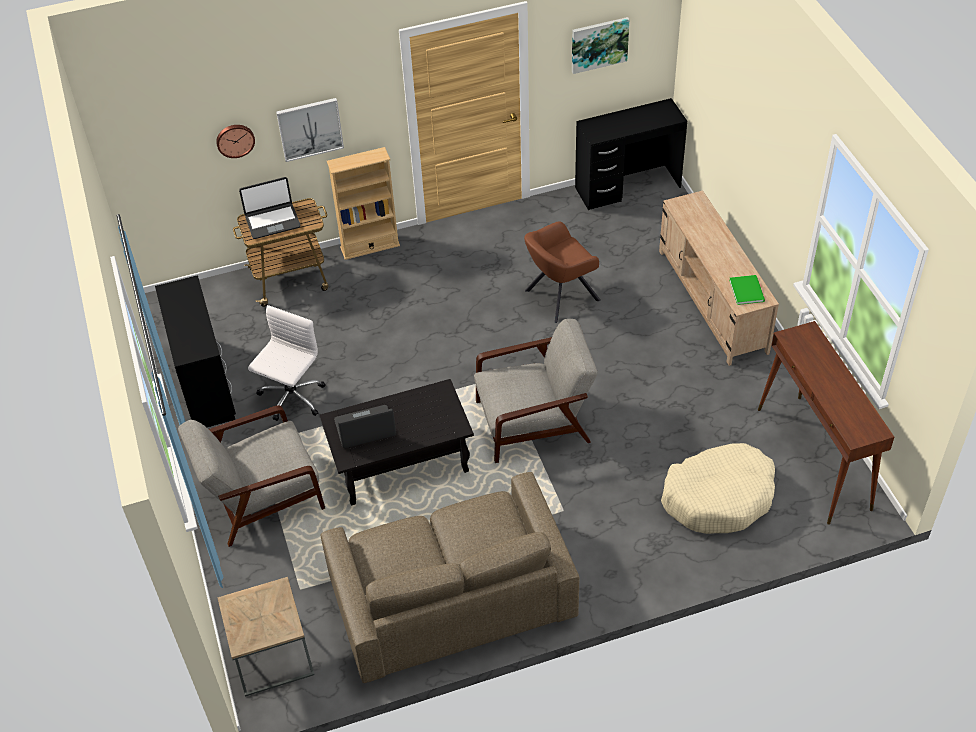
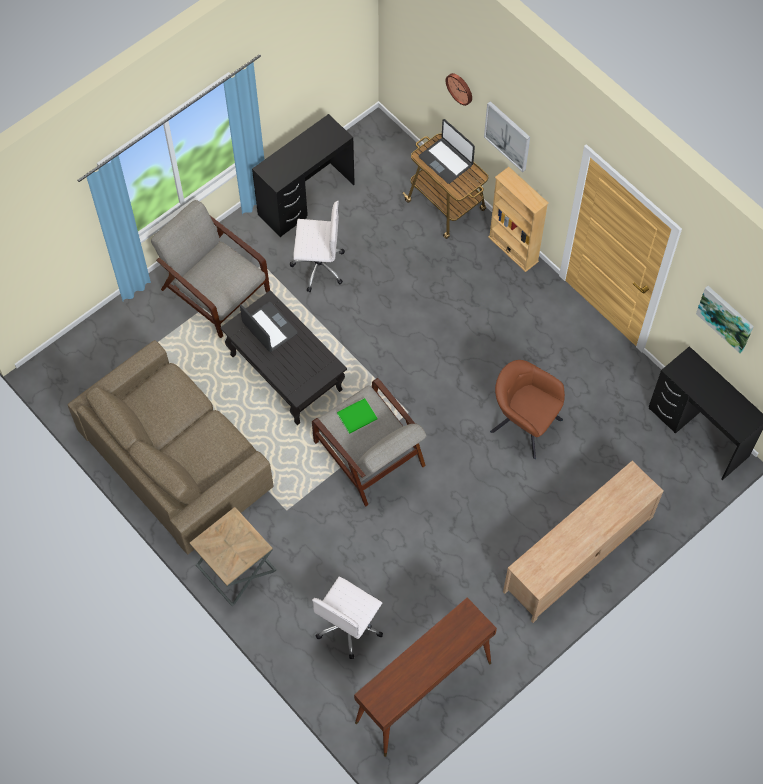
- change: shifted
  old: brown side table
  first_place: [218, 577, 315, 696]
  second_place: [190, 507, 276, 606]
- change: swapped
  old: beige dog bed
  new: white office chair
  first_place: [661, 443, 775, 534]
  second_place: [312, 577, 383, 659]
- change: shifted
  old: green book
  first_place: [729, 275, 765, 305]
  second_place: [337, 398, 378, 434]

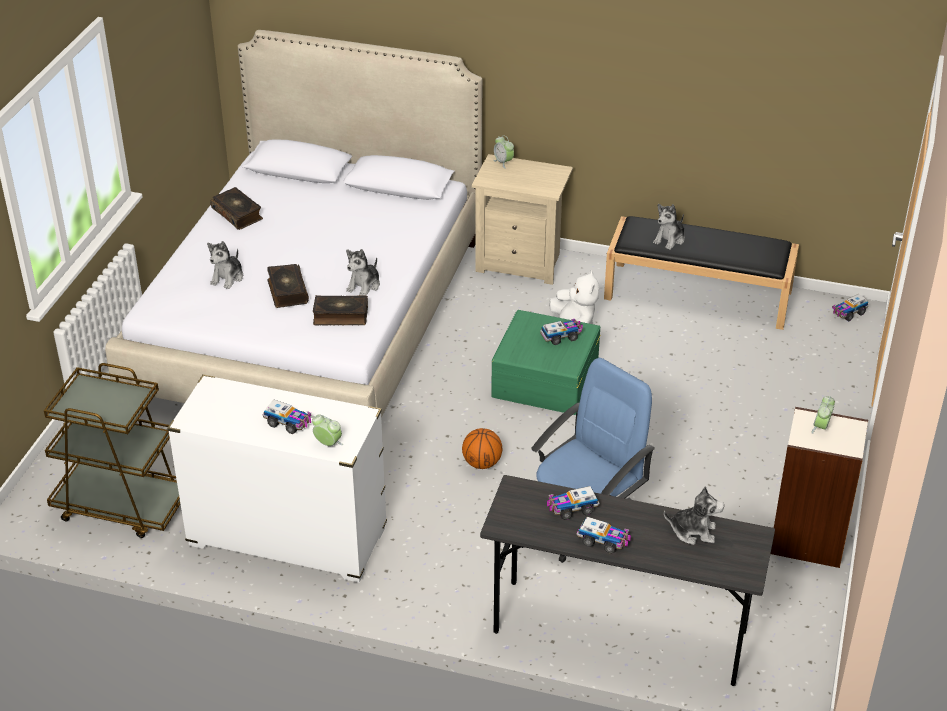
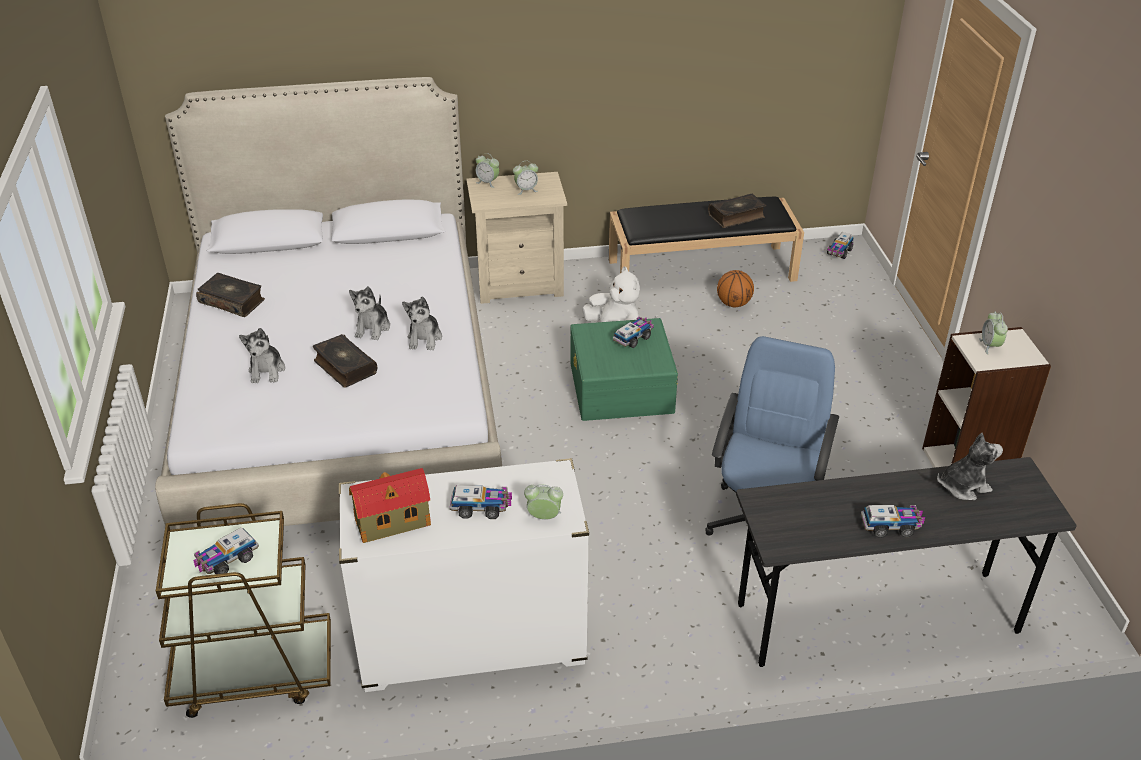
- change: shifted
  old: toy truck
  first_place: [547, 486, 600, 520]
  second_place: [193, 527, 259, 574]
- change: shifted
  old: plush toy
  first_place: [653, 204, 685, 250]
  second_place: [349, 286, 390, 340]
- change: new
  new: toy house
  second_place: [349, 468, 431, 543]
- change: new
  new: alarm clock
  second_place: [513, 161, 538, 195]
- change: shifted
  old: book
  first_place: [312, 295, 368, 326]
  second_place: [708, 194, 766, 228]
- change: shifted
  old: basketball
  first_place: [462, 428, 502, 469]
  second_place: [717, 270, 754, 307]

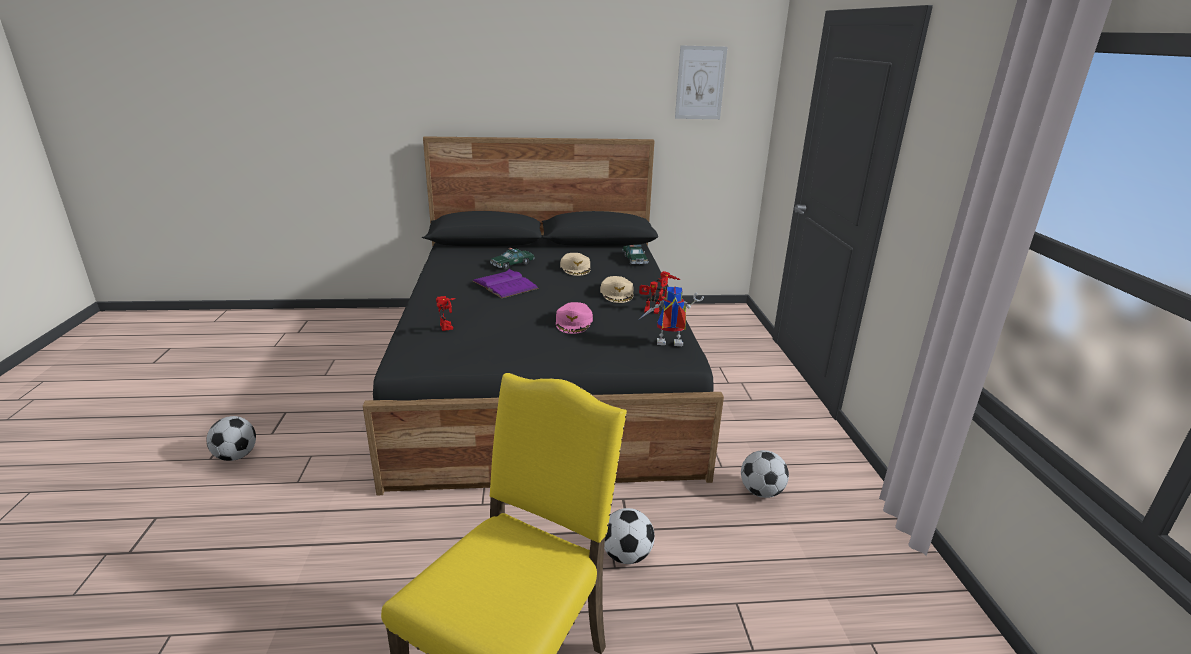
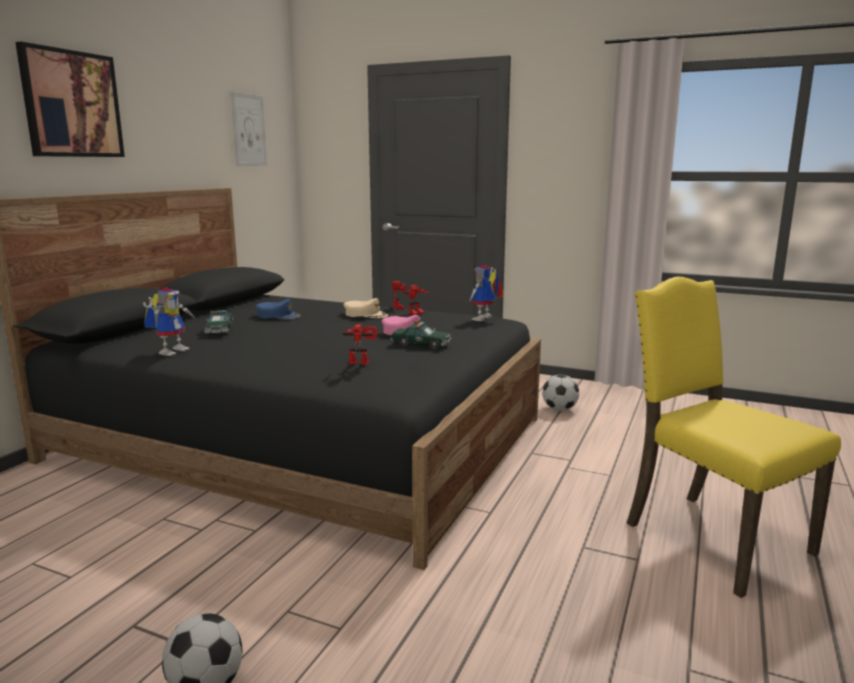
- change: new
  new: picture
  second_place: [15, 41, 125, 157]
- change: new
  new: toy robot
  second_place: [143, 287, 196, 356]
- change: repainted
  old: beige cap
  new: blue cap
  first_place: [560, 253, 591, 276]
  second_place: [255, 299, 301, 319]
- change: shifted
  old: toy car
  first_place: [622, 245, 649, 265]
  second_place: [390, 322, 452, 349]
- change: gone
  old: purple book
  first_place: [473, 269, 539, 298]
- change: gone
  old: football
  first_place: [604, 508, 655, 564]

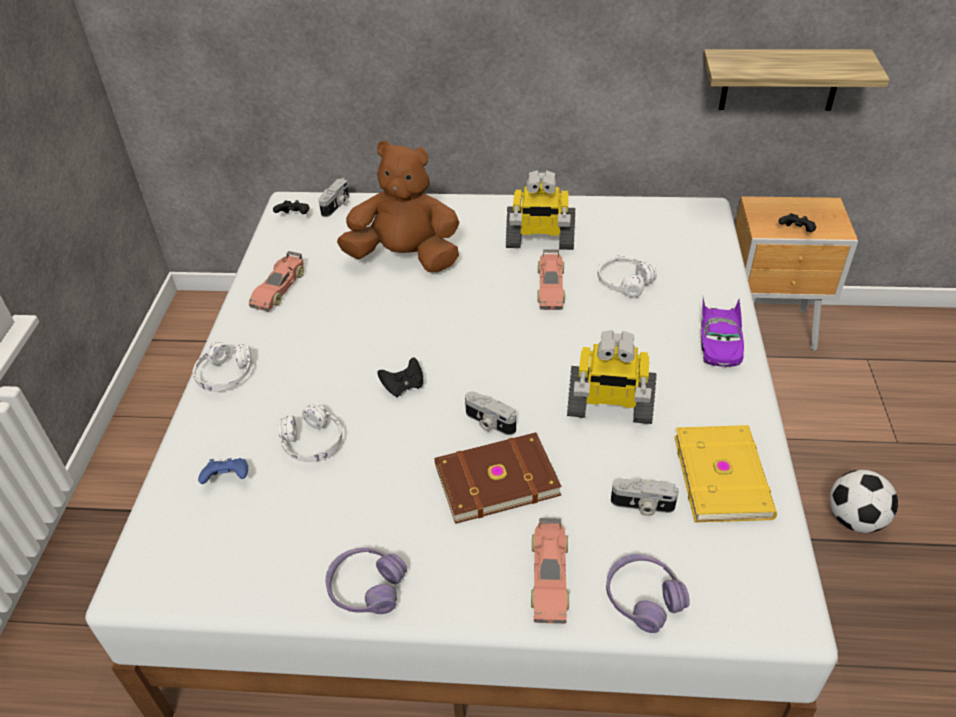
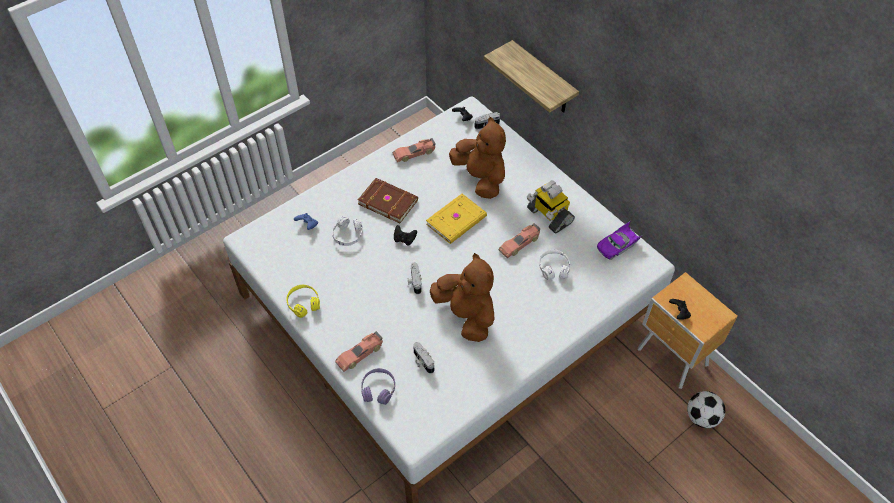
- change: repainted
  old: purple headphones
  new: yellow headphones
  first_place: [325, 548, 407, 614]
  second_place: [286, 285, 320, 318]
- change: shifted
  old: brown book
  first_place: [434, 432, 562, 524]
  second_place: [358, 178, 418, 223]
- change: shifted
  old: yellow book
  first_place: [674, 425, 777, 522]
  second_place: [426, 194, 487, 244]
- change: swapped
  old: toy robot
  new: brown plush toy
  first_place: [567, 330, 657, 424]
  second_place: [430, 253, 494, 342]
- change: shifted
  old: shelf
  first_place: [703, 49, 890, 111]
  second_place: [484, 40, 579, 113]
- change: shifted
  old: purple toy car
  first_place: [701, 298, 744, 367]
  second_place: [597, 221, 644, 260]
- change: shifted
  old: football
  first_place: [830, 470, 898, 533]
  second_place: [687, 391, 725, 428]
- change: gone
  old: white headphones
  first_place: [192, 341, 253, 392]

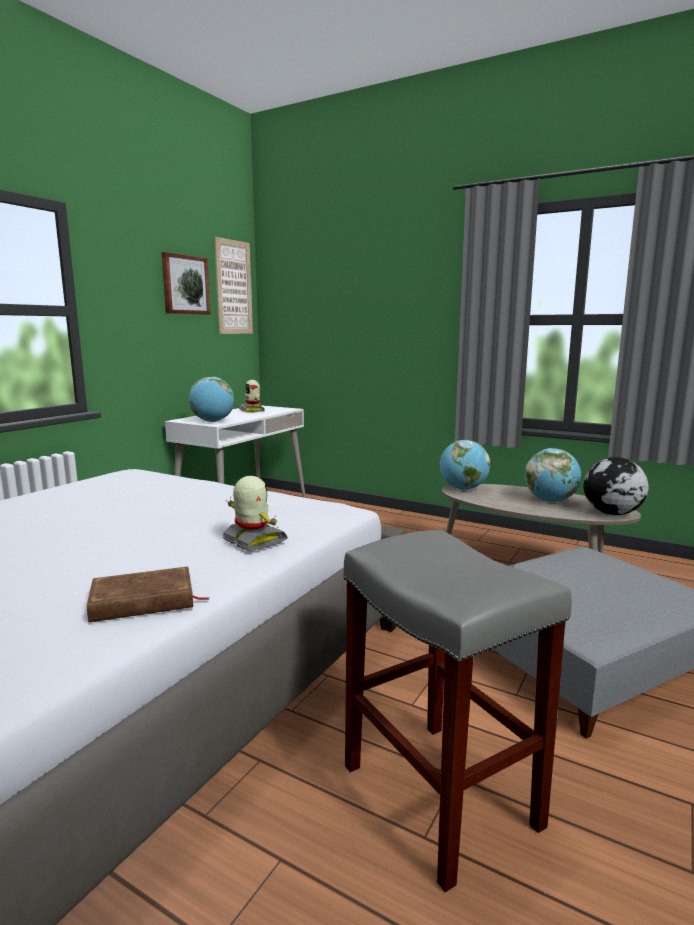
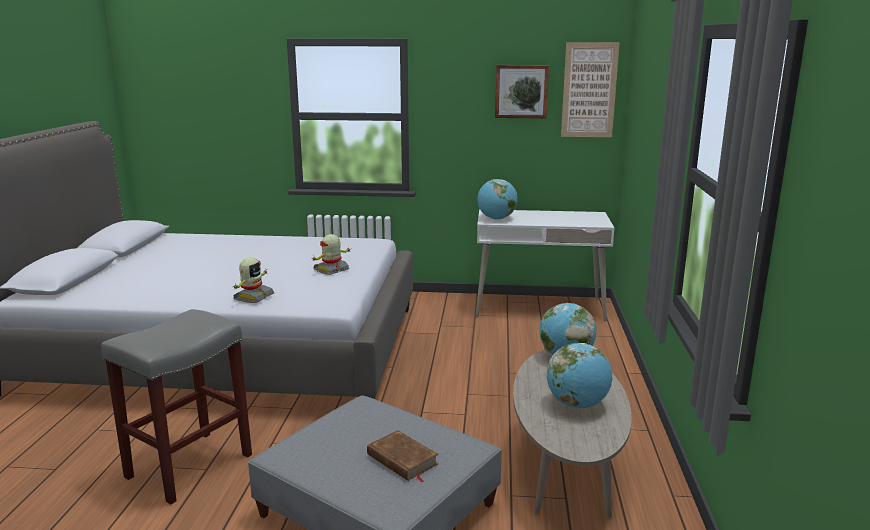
- change: shifted
  old: toy robot
  first_place: [239, 380, 264, 413]
  second_place: [312, 234, 350, 275]
- change: shifted
  old: brown book
  first_place: [87, 567, 210, 622]
  second_place: [367, 430, 438, 483]
- change: gone
  old: globe
  first_place: [583, 457, 648, 515]

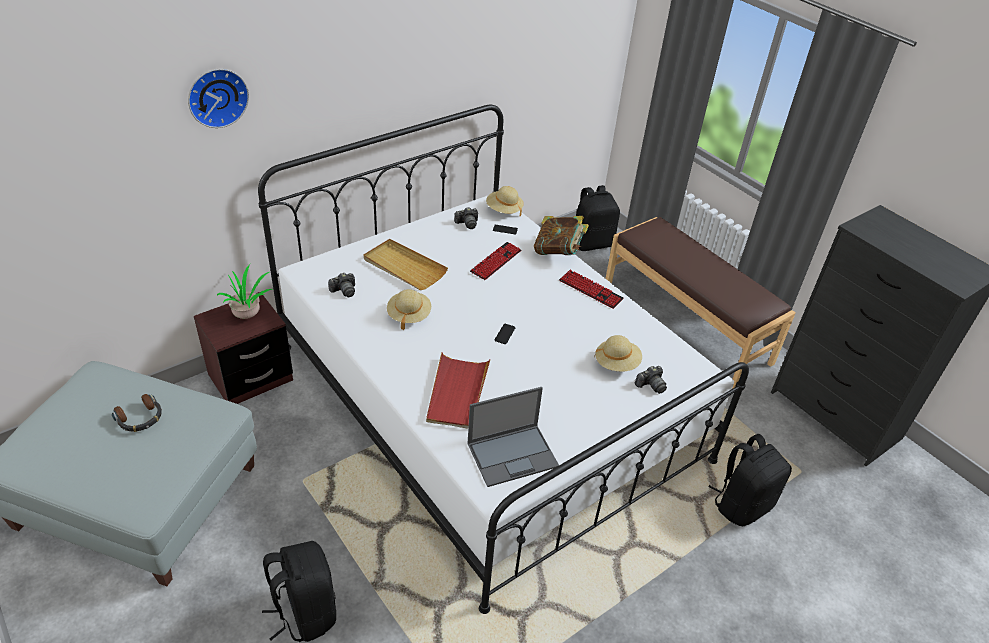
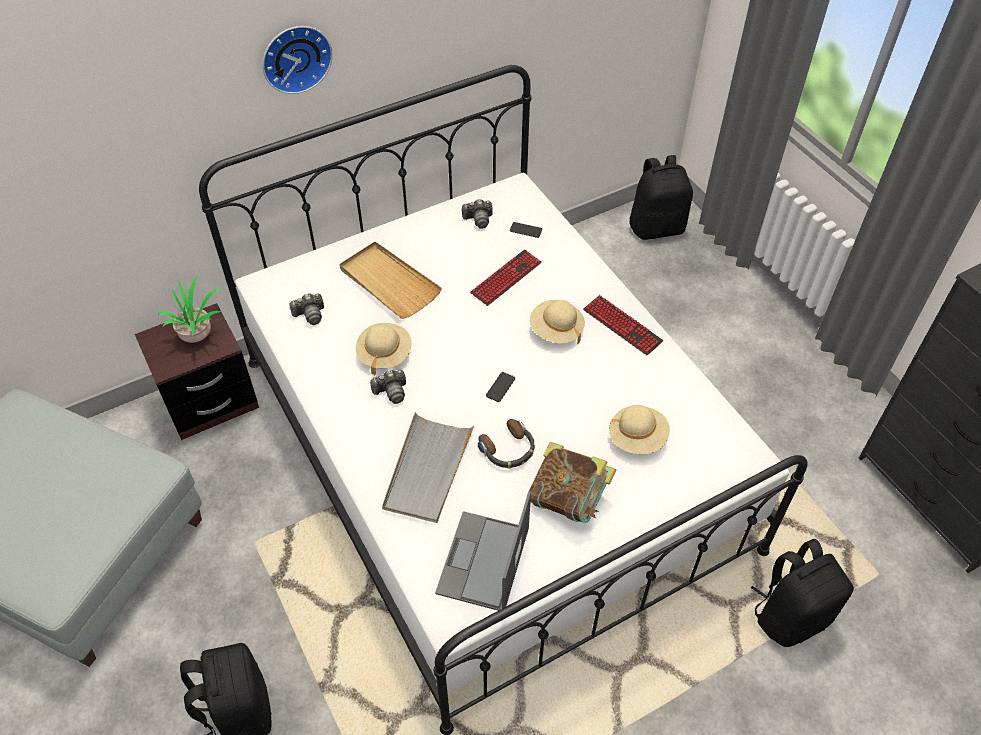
- change: shifted
  old: wall clock
  first_place: [188, 69, 249, 128]
  second_place: [262, 26, 333, 94]
- change: shifted
  old: photo camera
  first_place: [635, 366, 667, 394]
  second_place: [370, 370, 406, 404]
- change: repainted
  old: red tray
  new: grey tray
  first_place: [426, 352, 491, 429]
  second_place: [382, 412, 474, 523]
- change: rotated
  old: laptop
  first_place: [467, 387, 559, 487]
  second_place: [435, 491, 531, 611]
  degrees: 120
- change: shifted
  old: headphones
  first_place: [112, 394, 162, 432]
  second_place: [478, 419, 535, 469]
- change: shifted
  old: book
  first_place: [534, 216, 589, 255]
  second_place: [529, 442, 616, 523]
- change: shifted
  old: beige hat
  first_place: [486, 186, 524, 217]
  second_place: [530, 300, 585, 344]
- change: gone
  old: brown bench
  first_place: [605, 217, 796, 389]

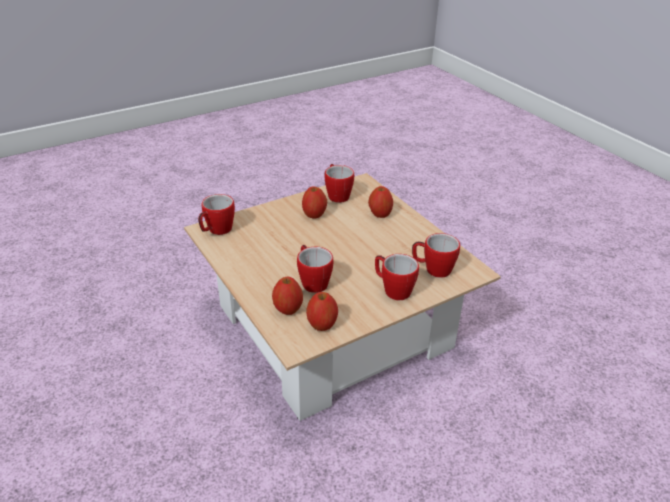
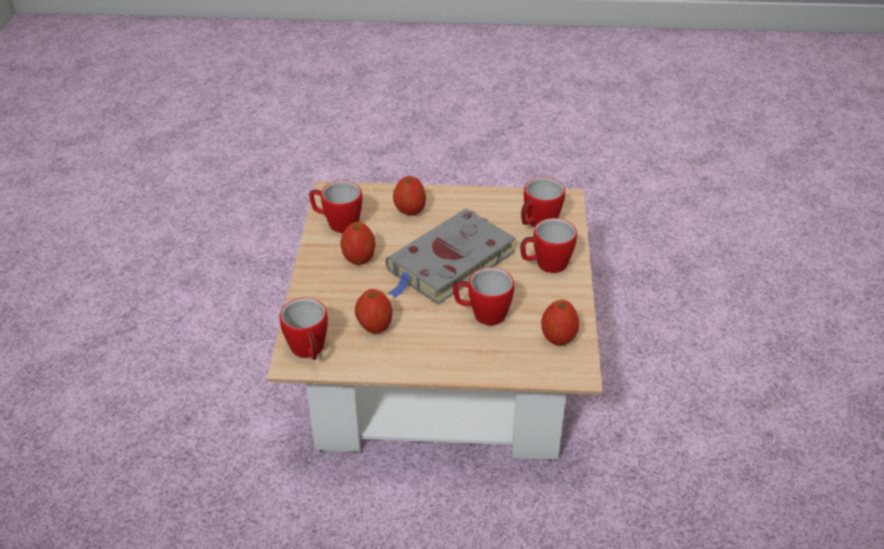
- change: shifted
  old: apple
  first_place: [272, 276, 303, 315]
  second_place: [355, 289, 393, 334]
- change: new
  new: grey book
  second_place: [386, 208, 516, 304]

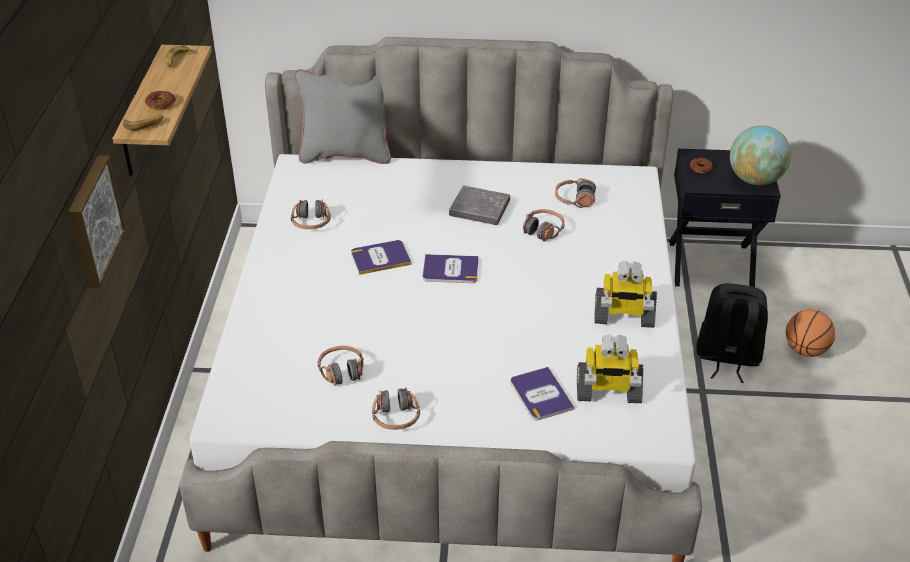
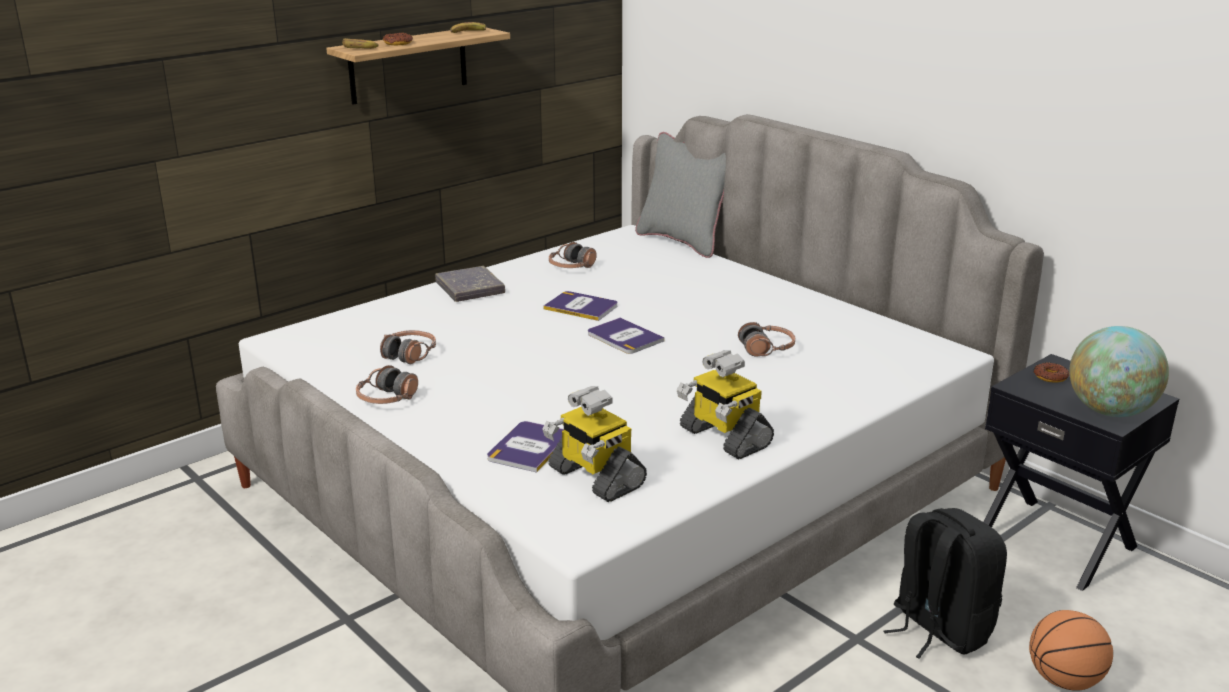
- change: shifted
  old: grey book
  first_place: [449, 185, 510, 225]
  second_place: [435, 266, 505, 302]
- change: gone
  old: picture
  first_place: [68, 155, 126, 288]
- change: gone
  old: headphones
  first_place: [555, 178, 596, 208]

